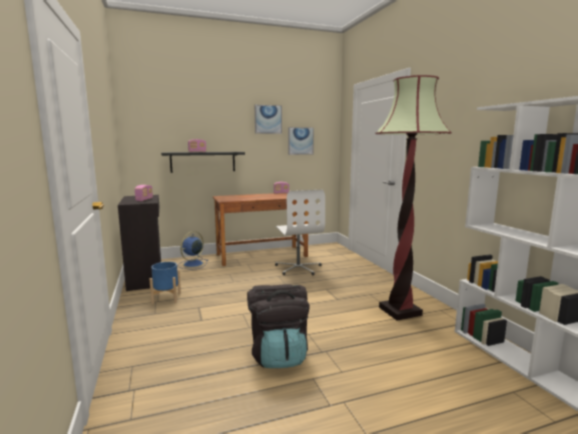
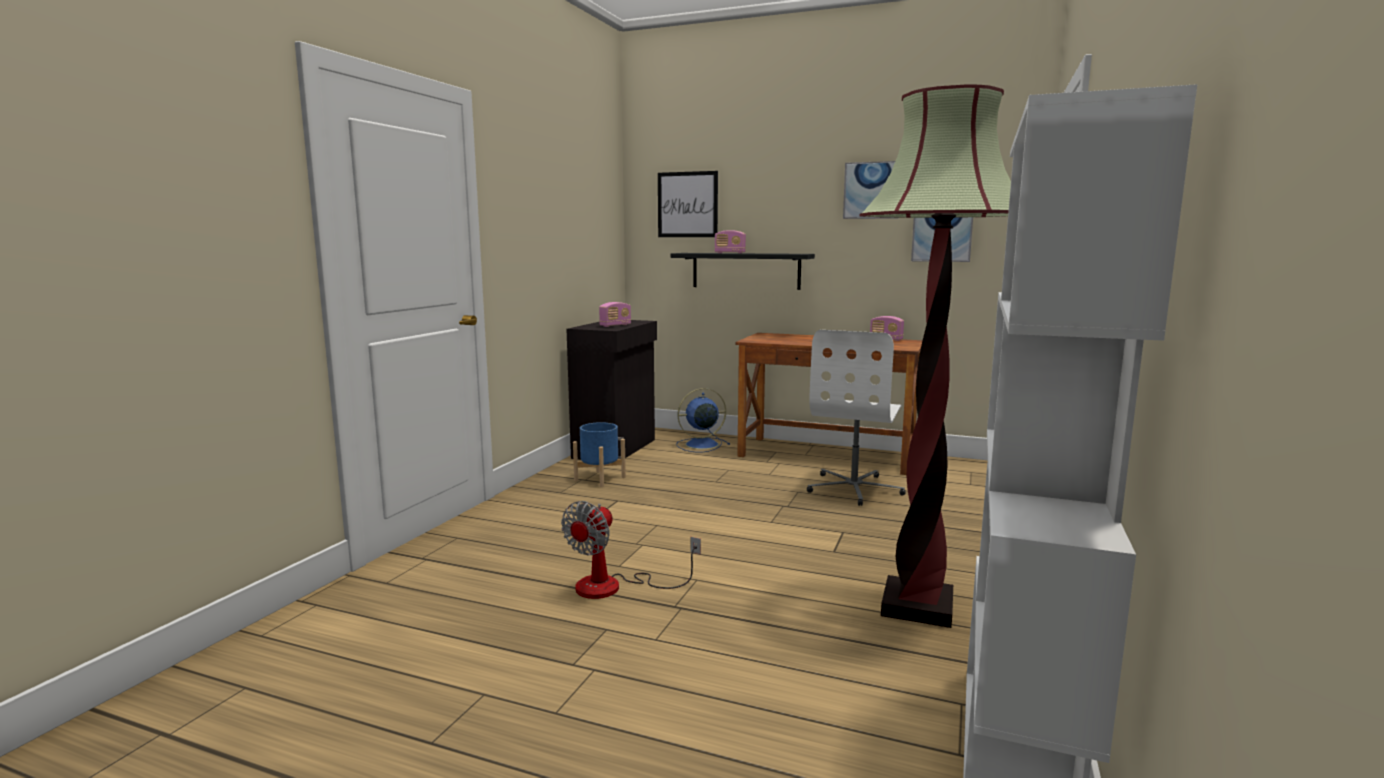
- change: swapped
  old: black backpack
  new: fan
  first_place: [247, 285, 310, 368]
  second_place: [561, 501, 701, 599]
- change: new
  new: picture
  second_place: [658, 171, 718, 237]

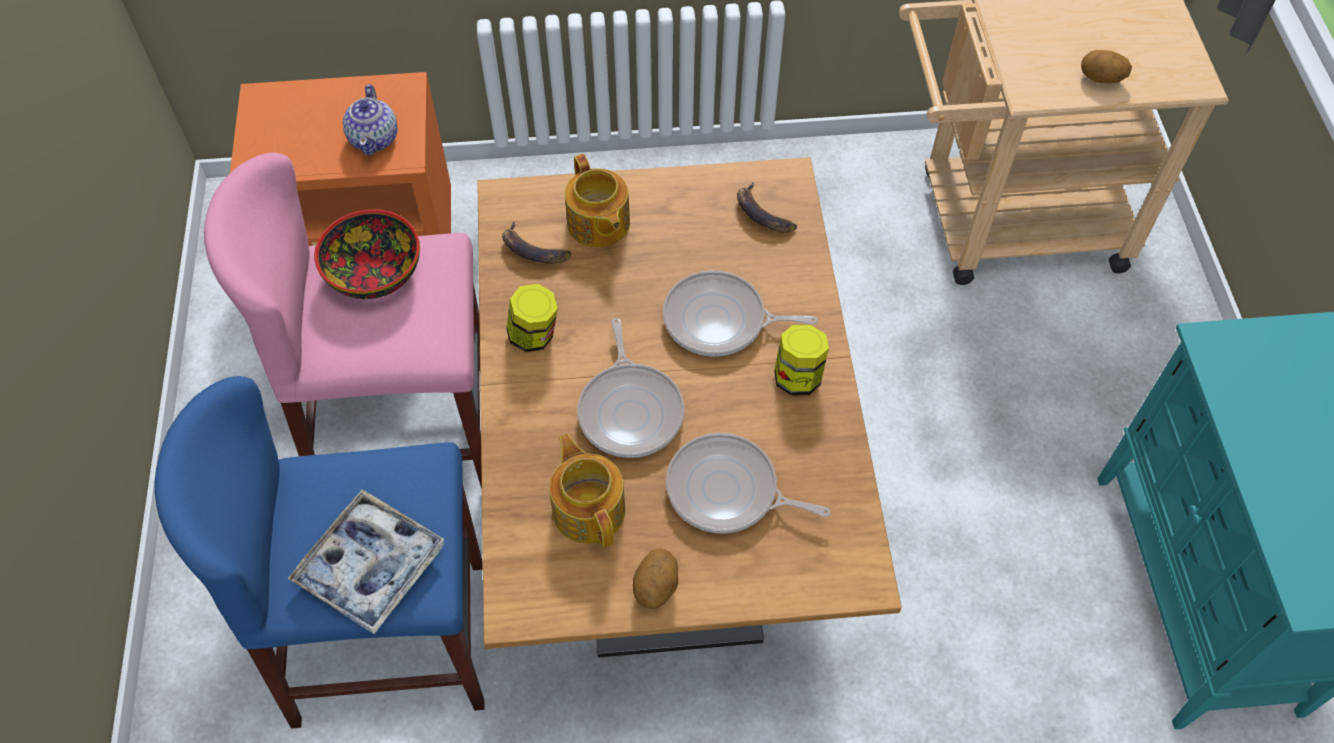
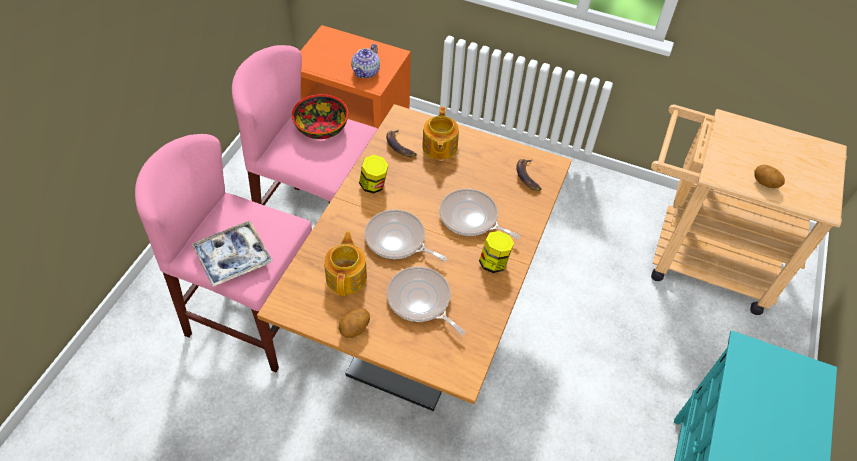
- change: repainted
  old: blue stool
  new: pink stool
  first_place: [155, 376, 484, 729]
  second_place: [135, 134, 312, 372]
- change: rotated
  old: frying pan
  first_place: [577, 318, 684, 458]
  second_place: [365, 209, 447, 261]
  degrees: 105

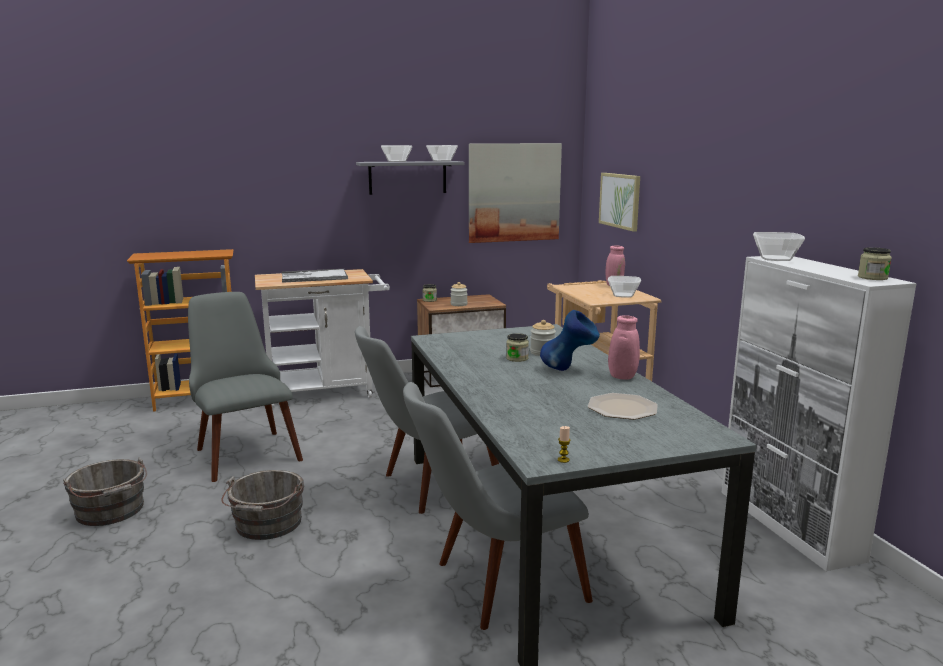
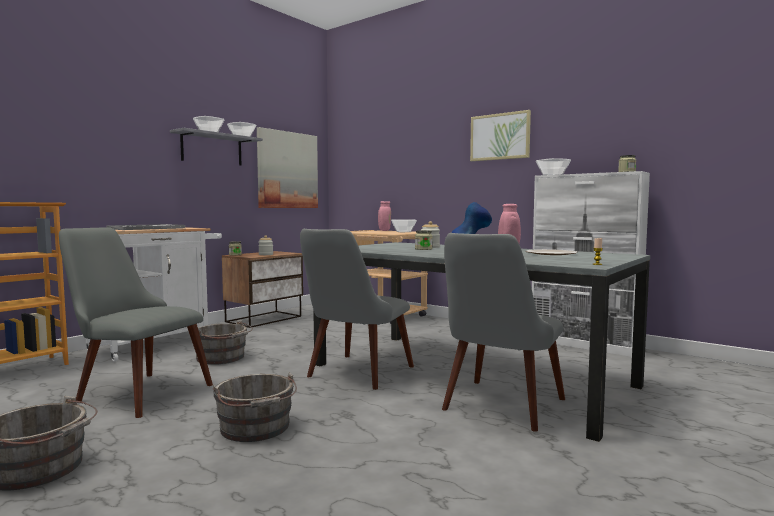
- change: new
  new: grey bucket
  second_place: [196, 320, 253, 365]
- change: shifted
  old: picture
  first_place: [599, 173, 640, 232]
  second_place: [470, 110, 531, 161]

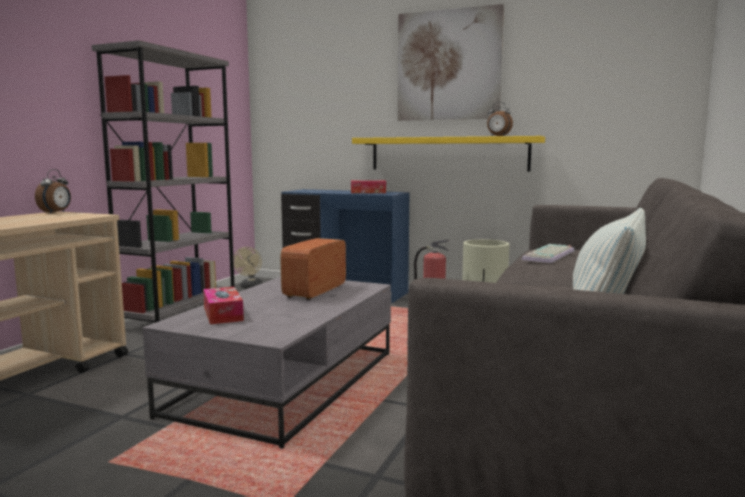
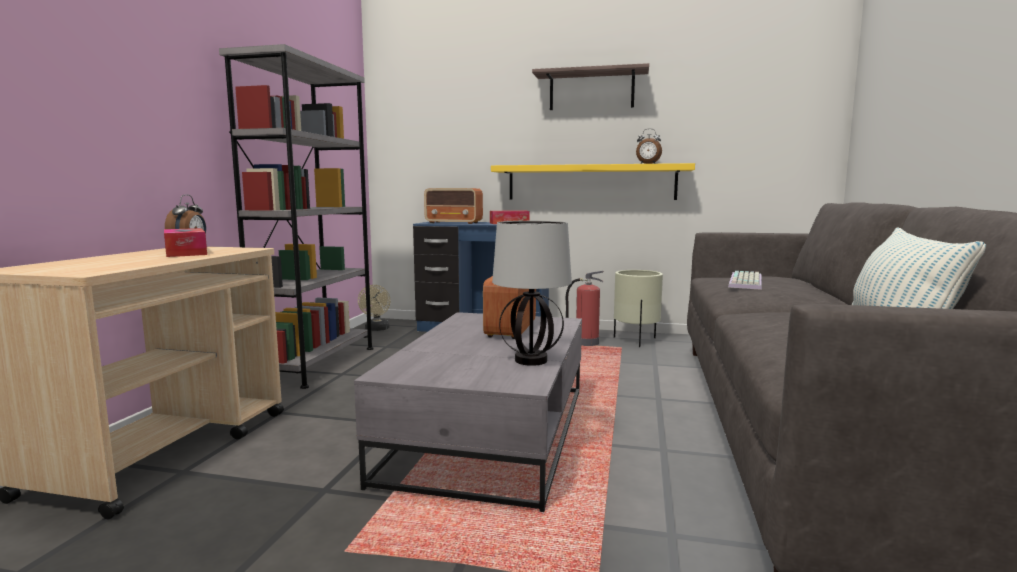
- change: shifted
  old: tissue box
  first_place: [203, 287, 244, 324]
  second_place: [164, 228, 207, 257]
- change: new
  new: radio
  second_place: [424, 188, 483, 224]
- change: new
  new: table lamp
  second_place: [492, 221, 572, 366]
- change: swapped
  old: picture
  new: shelf
  first_place: [398, 4, 504, 121]
  second_place: [532, 63, 649, 110]

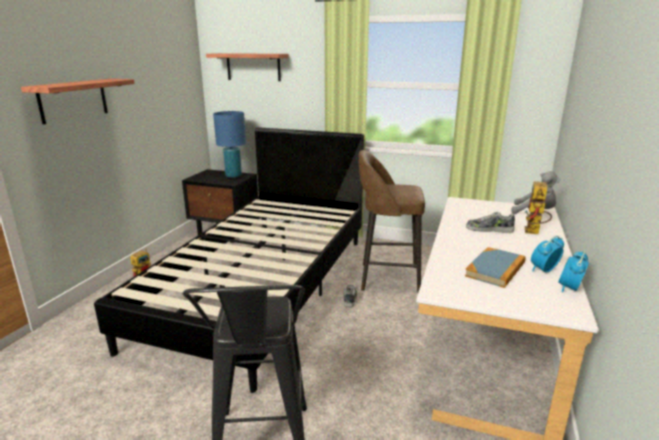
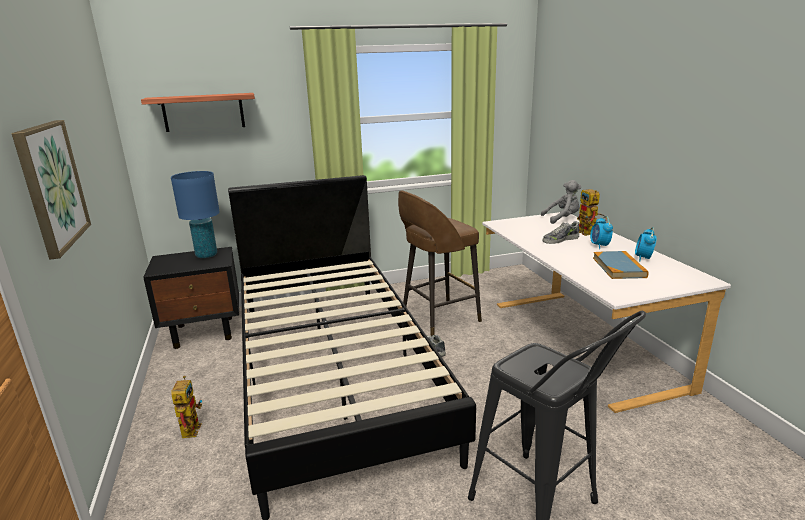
- change: swapped
  old: shelf
  new: picture
  first_place: [21, 79, 135, 124]
  second_place: [12, 120, 91, 260]
- change: shifted
  old: alarm clock
  first_place: [558, 250, 589, 292]
  second_place: [590, 216, 613, 249]

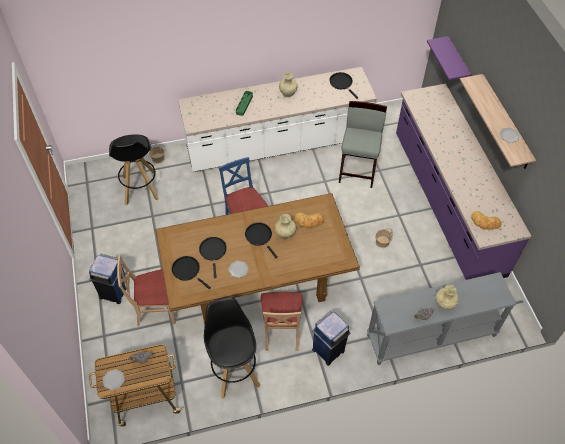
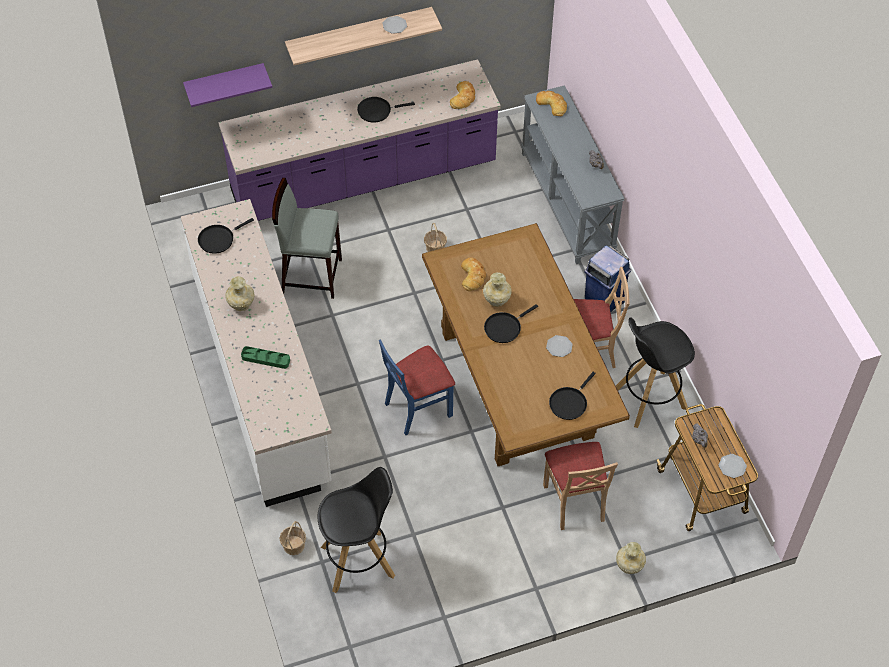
- change: shifted
  old: black frying pan
  first_place: [199, 237, 227, 278]
  second_place: [357, 97, 415, 123]
- change: new
  new: bread
  second_place: [536, 91, 567, 116]
- change: shifted
  old: beige vase
  first_place: [436, 284, 459, 310]
  second_place: [616, 542, 646, 574]
- change: gone
  old: blue trash can
  first_place: [89, 254, 127, 304]

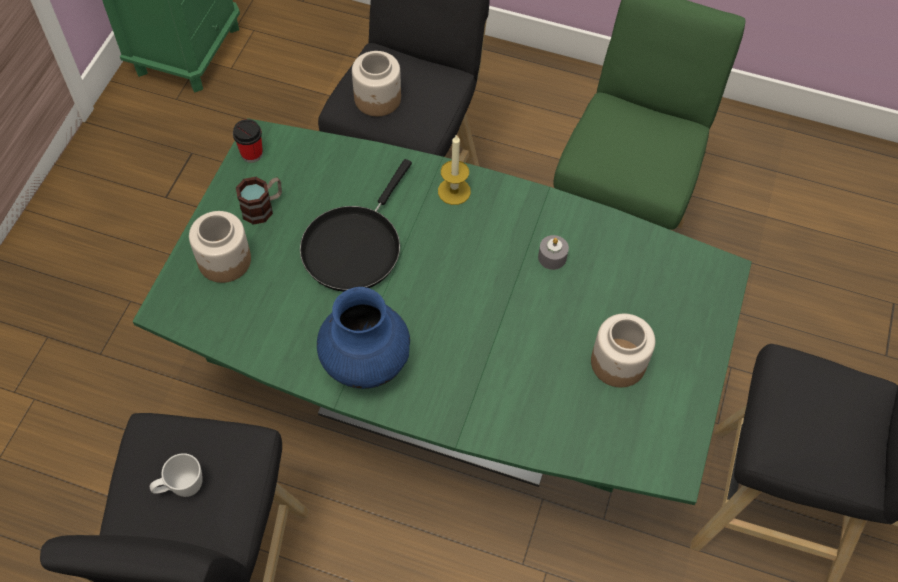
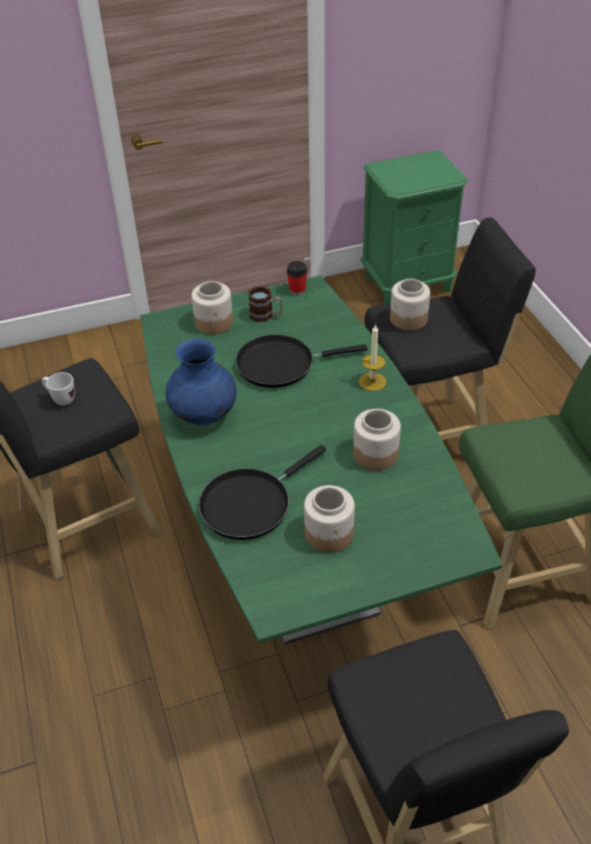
- change: new
  new: black frying pan
  second_place: [199, 445, 326, 540]
- change: swapped
  old: grey candle
  new: jar
  first_place: [538, 235, 569, 270]
  second_place: [353, 409, 401, 471]

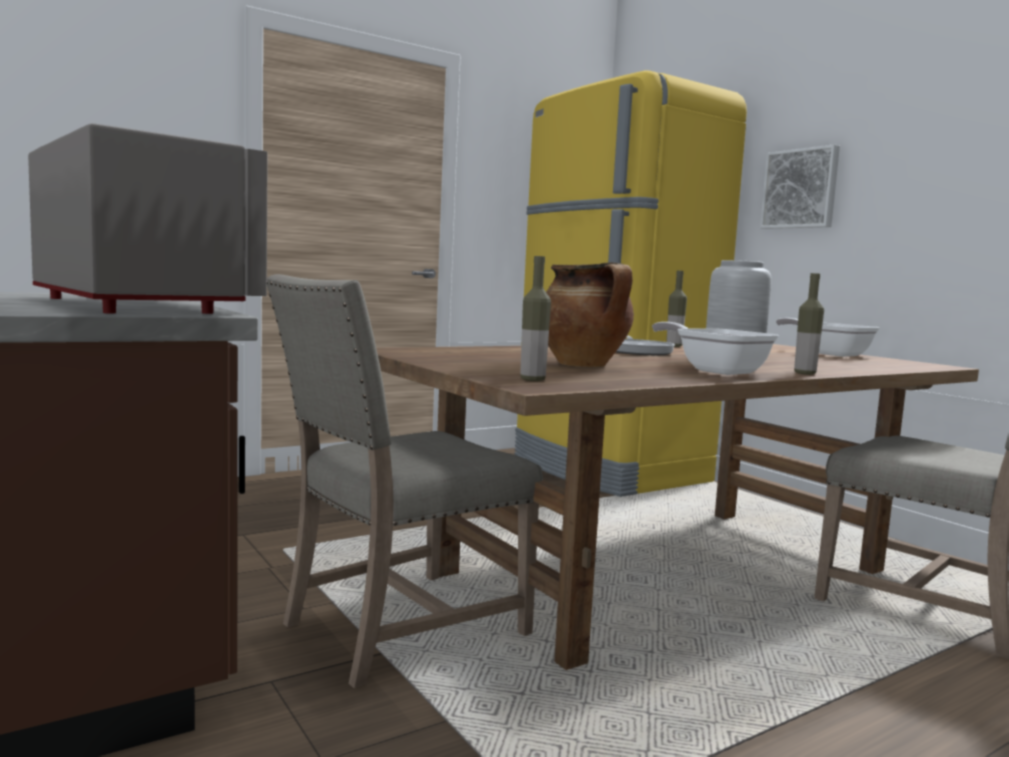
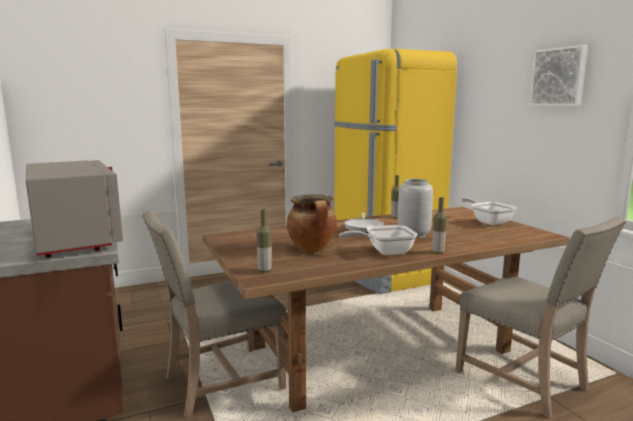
- change: rotated
  old: frying pan
  first_place: [652, 322, 779, 375]
  second_place: [339, 225, 417, 255]
  degrees: -75
- change: shifted
  old: picture
  first_place: [760, 144, 840, 229]
  second_place: [529, 45, 588, 106]

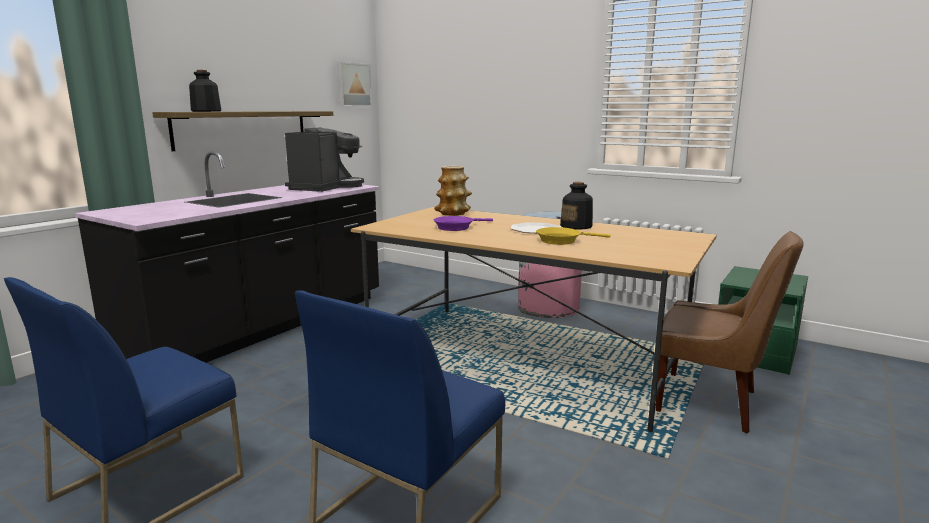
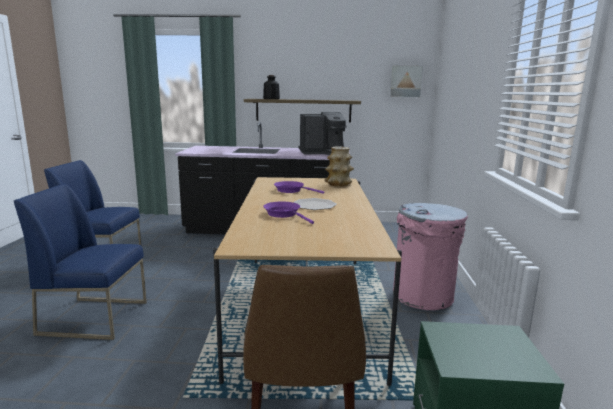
- change: repainted
  old: yellow frying pan
  new: purple frying pan
  first_place: [536, 227, 611, 245]
  second_place: [264, 202, 314, 224]
- change: gone
  old: bottle
  first_place: [560, 182, 593, 229]

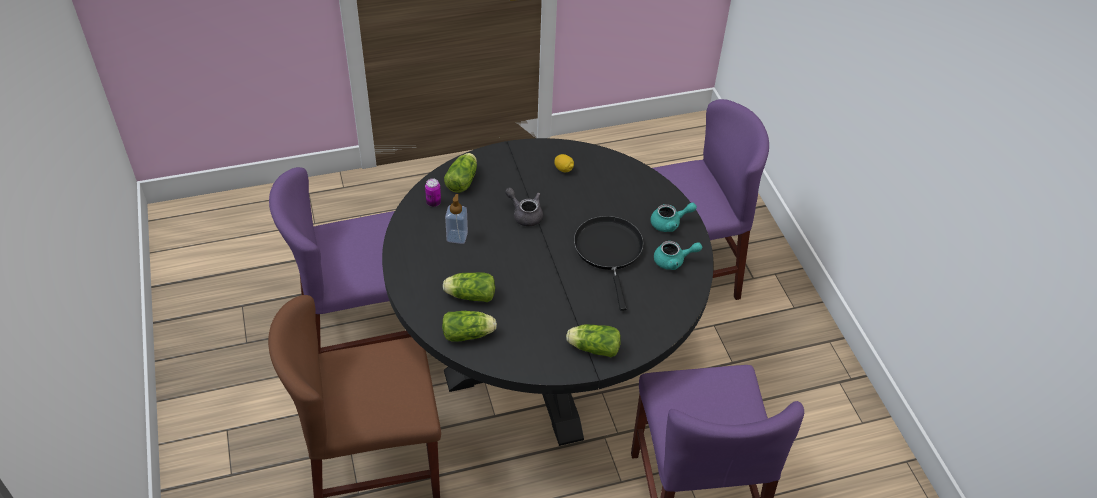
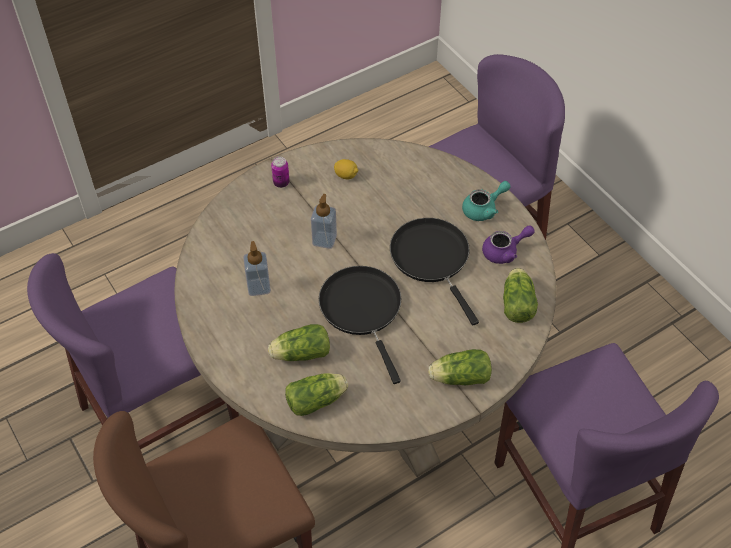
- change: repainted
  old: black dining table
  new: beige dining table
  first_place: [382, 138, 713, 446]
  second_place: [174, 138, 556, 477]
- change: shifted
  old: can
  first_place: [425, 178, 441, 207]
  second_place: [271, 157, 289, 188]
- change: swapped
  old: grey teapot
  new: soap dispenser
  first_place: [505, 187, 543, 226]
  second_place: [311, 194, 337, 249]
- change: new
  new: black frying pan
  second_place: [319, 266, 401, 384]
- change: repainted
  old: turquoise teapot
  new: purple teapot
  first_place: [654, 241, 702, 270]
  second_place: [482, 225, 535, 264]
- change: shifted
  old: lettuce
  first_place: [444, 153, 477, 193]
  second_place: [503, 268, 538, 323]

